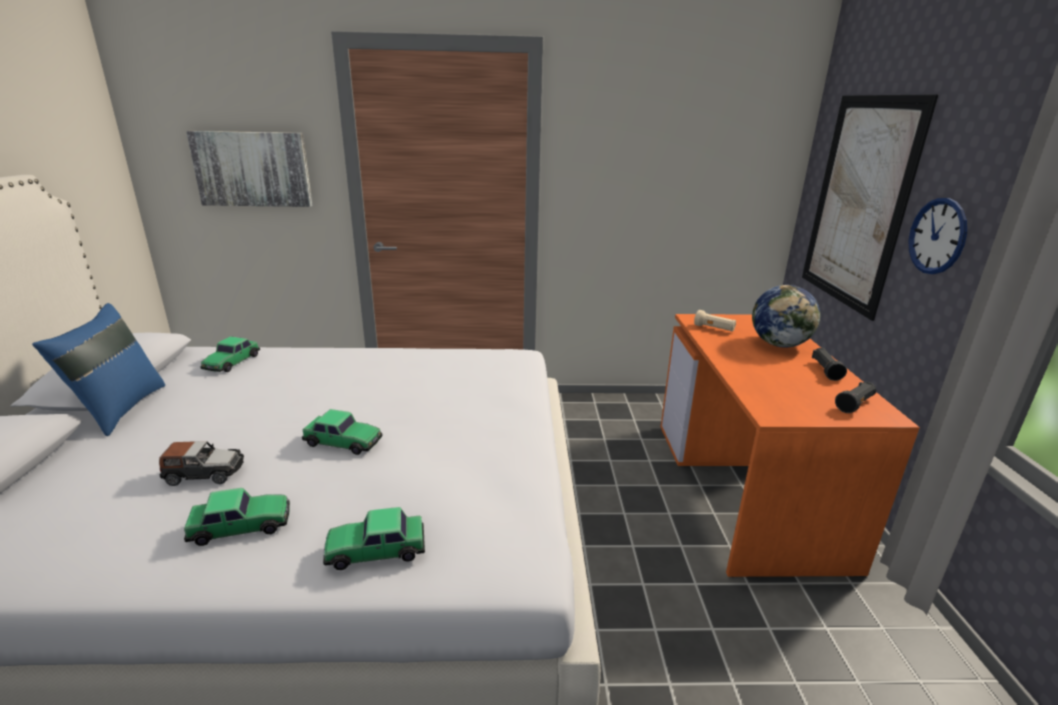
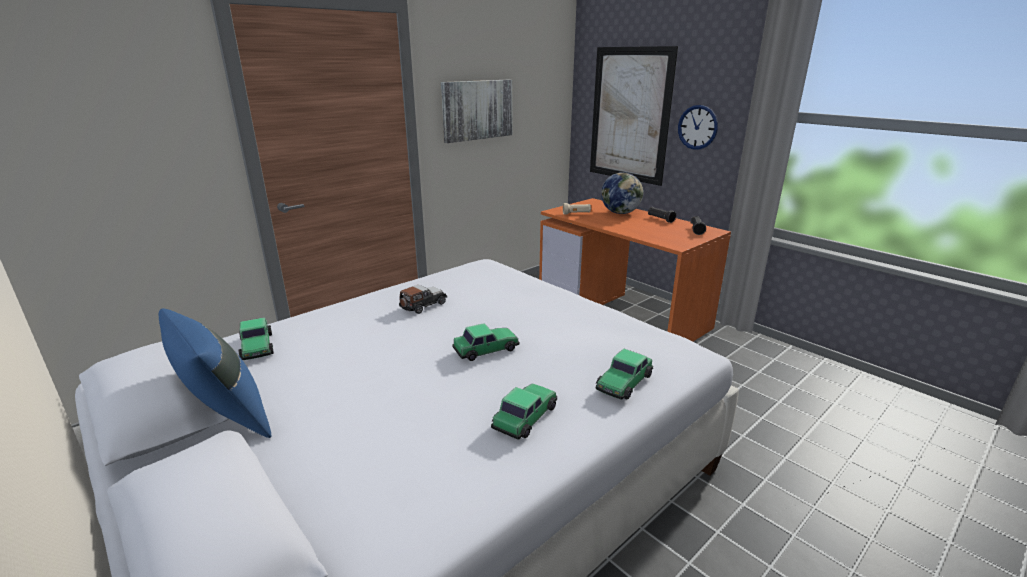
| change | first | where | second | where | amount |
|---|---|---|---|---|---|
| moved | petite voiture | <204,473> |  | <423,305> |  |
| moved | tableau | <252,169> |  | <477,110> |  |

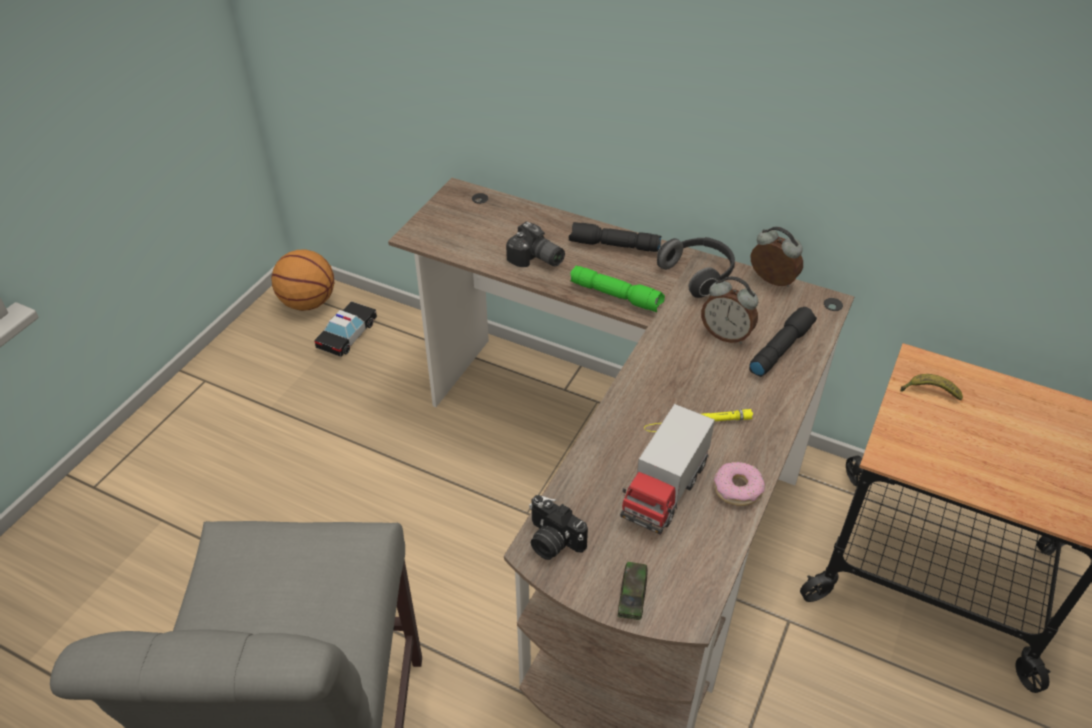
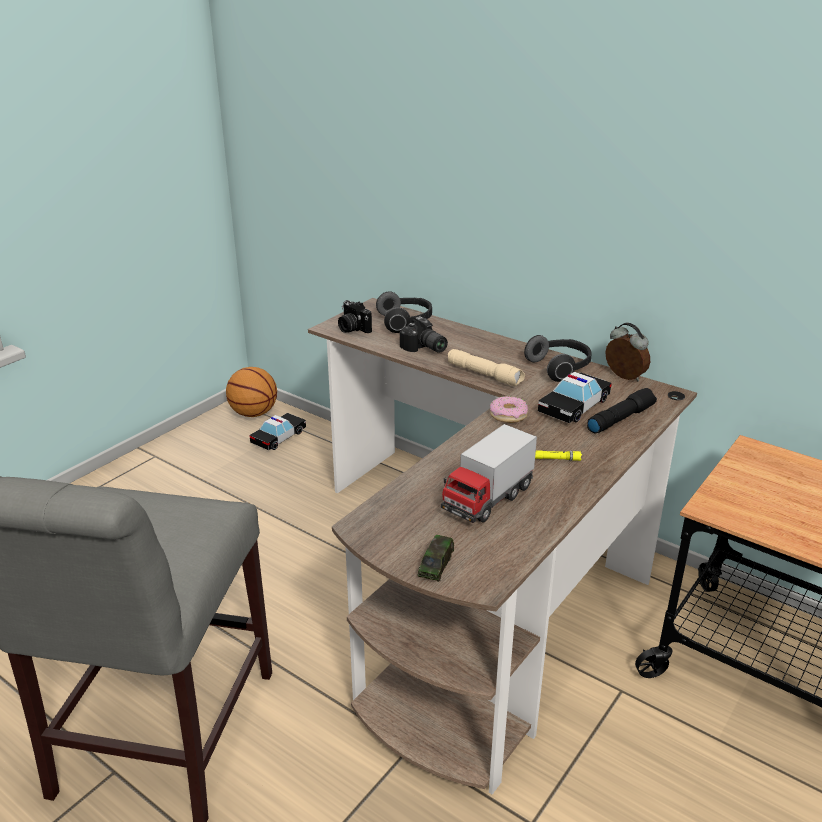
| change | first | where | second | where | amount |
|---|---|---|---|---|---|
| moved | appareil photo | <552,541> |  | <352,328> |  |
| added |  |  | casque audio | <405,322> |  |
| recoloured | lampe de poche [vert] | <617,295> | lampe de poche [beige] | <485,375> |  |
| moved | beignet | <737,489> |  | <508,415> |  |
| replaced | réveil | <726,334> | petite voiture | <574,406> |  |
| removed | lampe de poche [noir] | <613,246> |  |  |  |
| removed | banane | <929,392> |  |  |  |

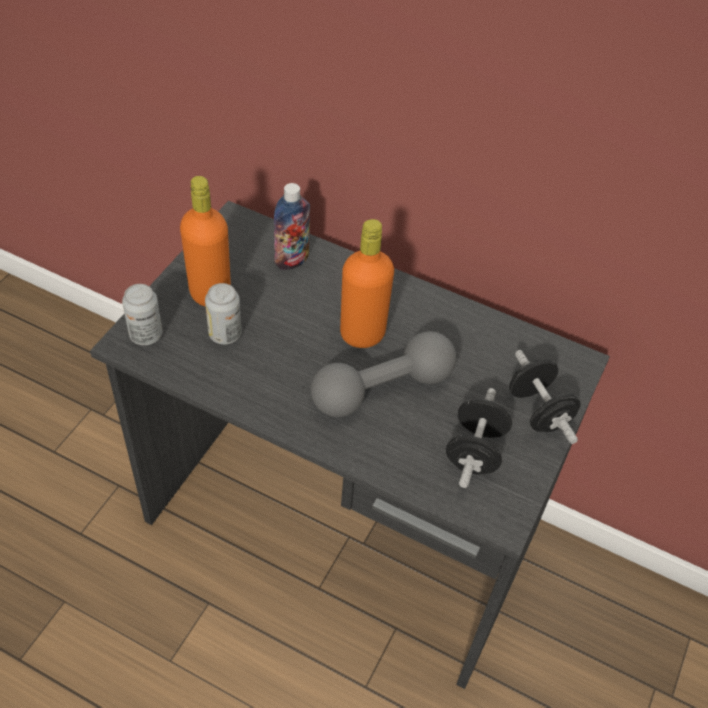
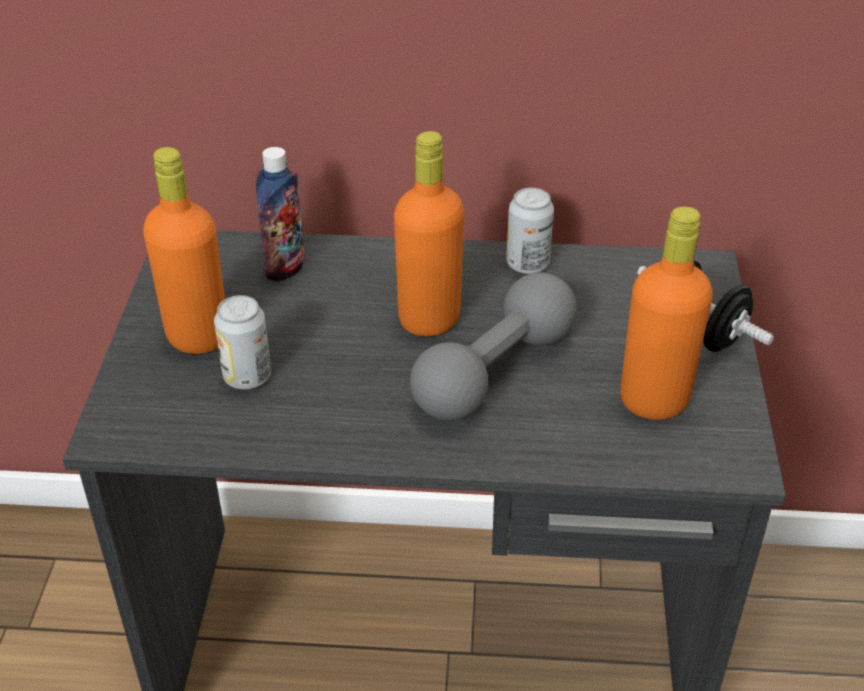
| change | first | where | second | where | amount |
|---|---|---|---|---|---|
| moved | boîte métallique | <146,335> |  | <527,264> |  |
| replaced | haltère [noir] | <475,451> | bouteille [orange] | <653,401> |  |

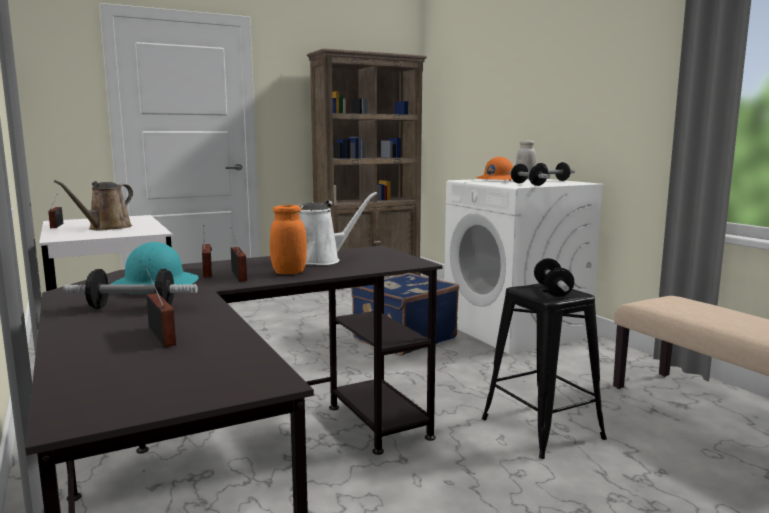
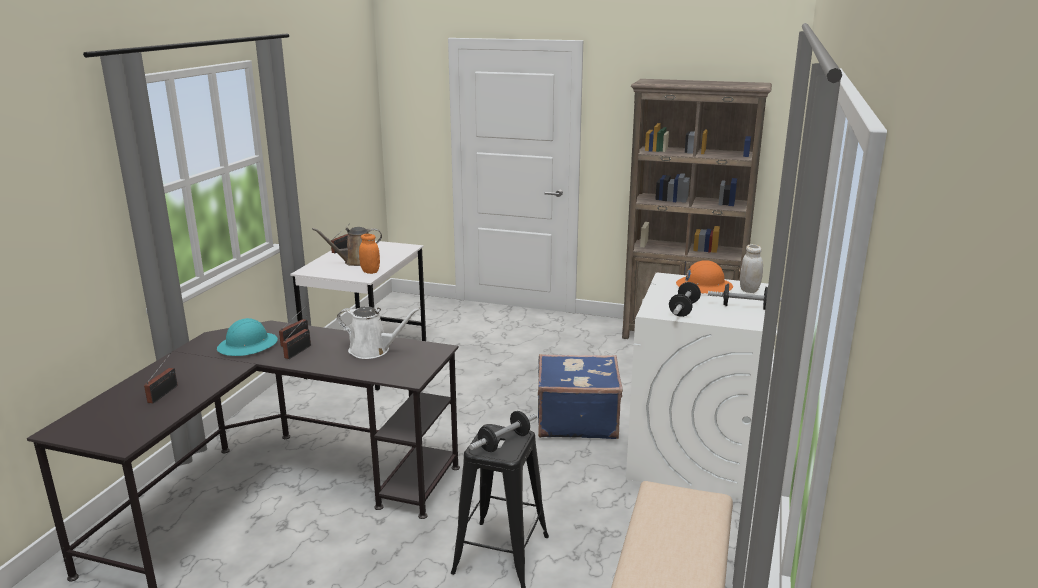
| change | first | where | second | where | amount |
|---|---|---|---|---|---|
| moved | bocal [orange] | <289,272> |  | <370,271> |  |
| removed | haltère | <132,308> |  |  |  |

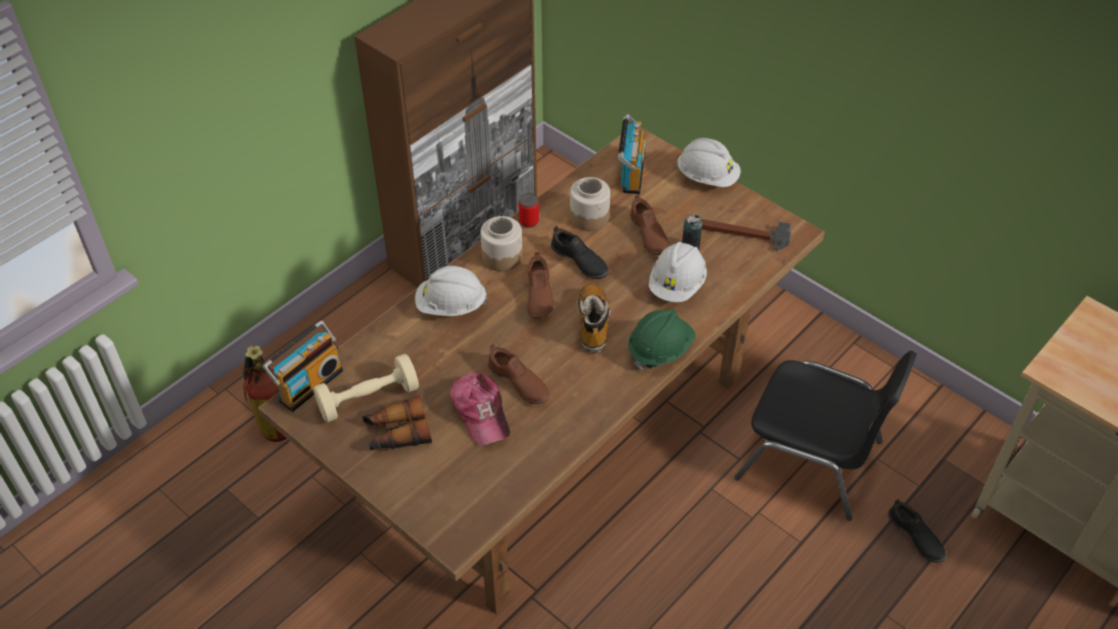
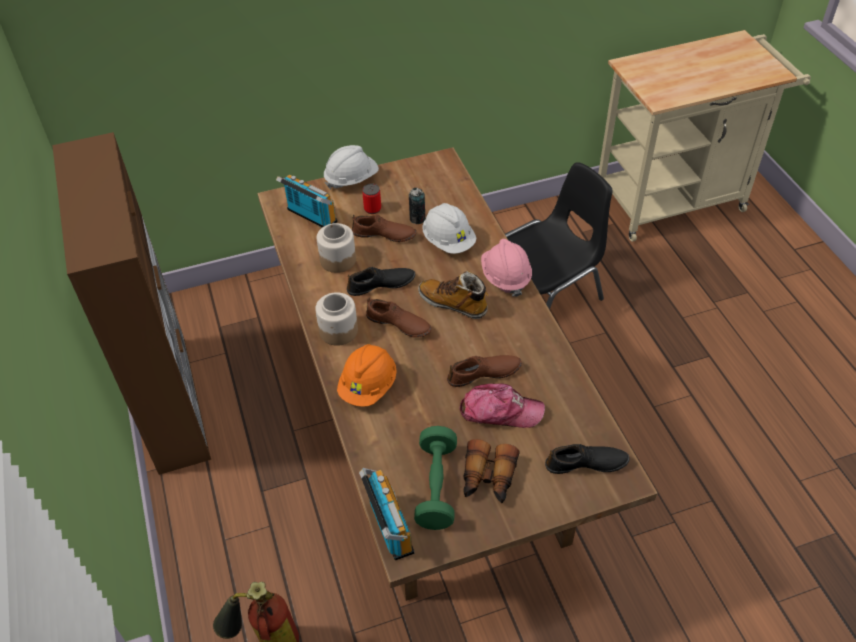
| change | first | where | second | where | amount |
|---|---|---|---|---|---|
| recoloured | casque de chantier [blanc] | <451,306> | casque de chantier [orange] | <368,386> |  |
| moved | boîte métallique | <529,221> |  | <372,209> |  |
| recoloured | haltère [beige] | <368,399> | haltère [vert] | <436,486> |  |
| recoloured | casque de chantier [vert] | <659,349> | casque de chantier [rose] | <505,277> |  |
| moved | chaussure [noir] | <915,537> |  | <586,464> |  |
| removed | marteau | <742,235> |  |  |  |

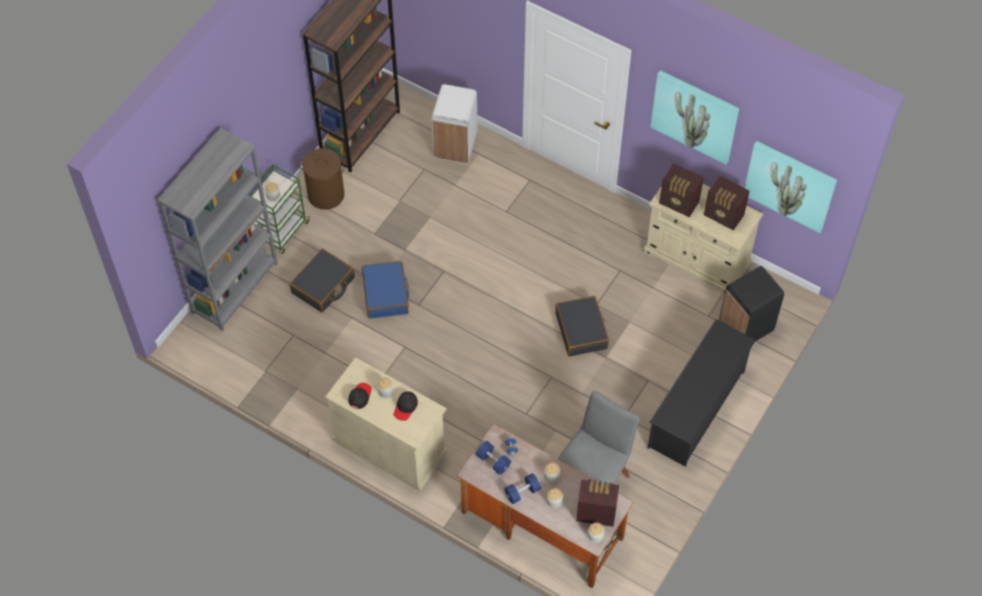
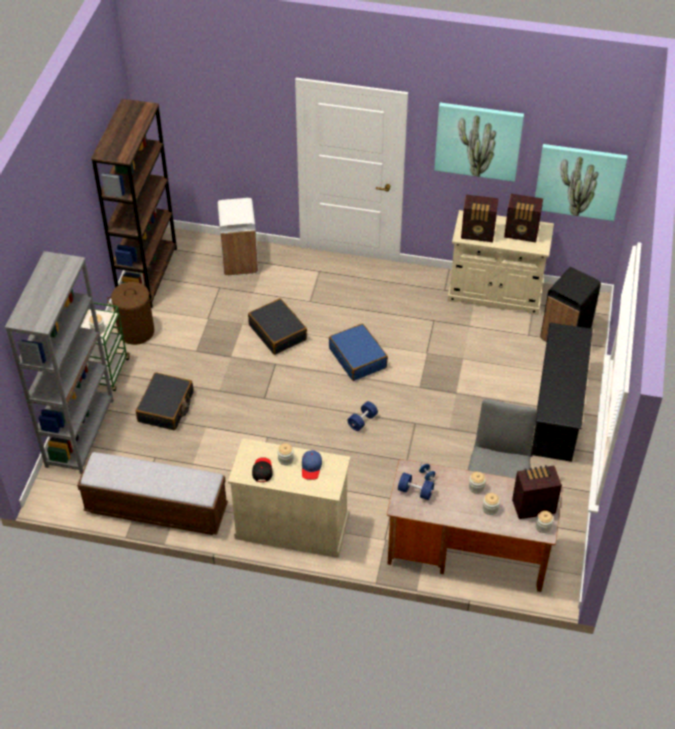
| change | first | where | second | where | amount |
|---|---|---|---|---|---|
| added |  |  | banc | <156,509> |  |
| moved | valise [noir] | <581,331> |  | <278,332> |  |
| recoloured | casquette [noir] | <405,407> | casquette [bleu] | <311,467> |  |
| moved | valise [bleu] | <386,294> |  | <358,358> |  |
| moved | haltère [bleu] | <522,492> |  | <362,421> |  |

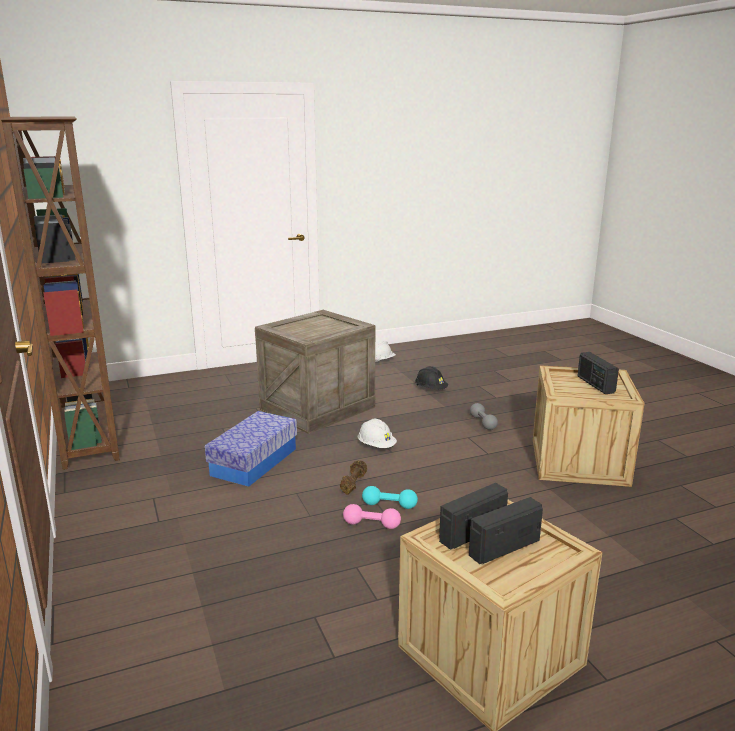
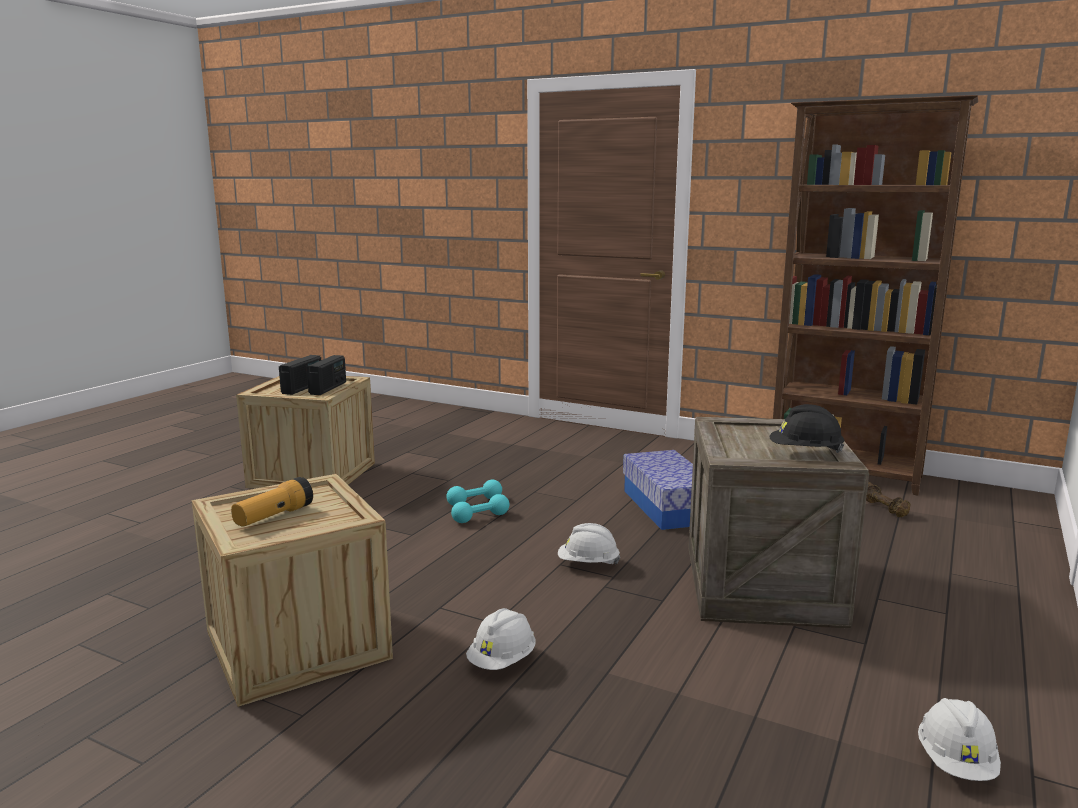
| change | first | where | second | where | amount |
|---|---|---|---|---|---|
| replaced | radio | <595,384> | lampe de poche | <274,516> |  |
| recoloured | haltère [rose] | <371,525> | haltère [turquoise] | <474,502> |  |
| replaced | haltère [gris] | <483,423> | casque de chantier [blanc] | <502,661> |  |
| moved | casque de chantier [noir] | <431,389> |  | <805,452> |  |
| moved | haltère [marron] | <353,483> |  | <883,508> |  |

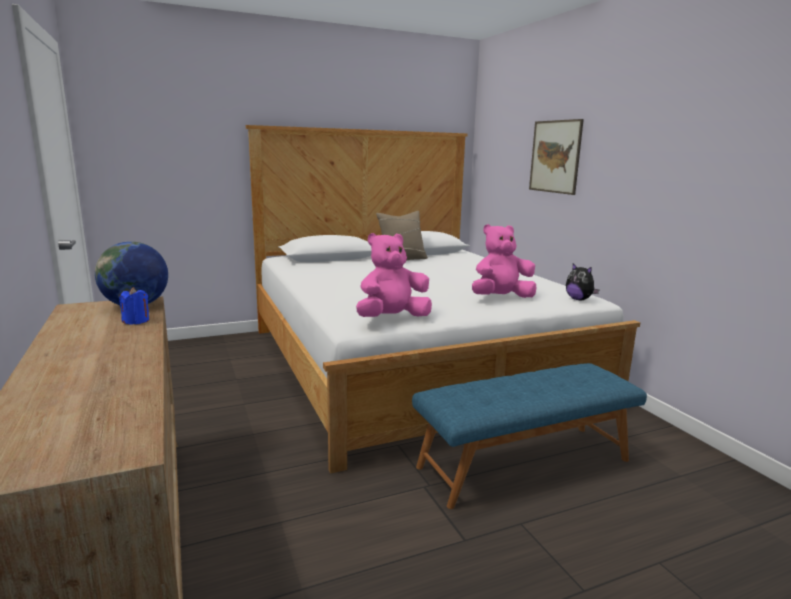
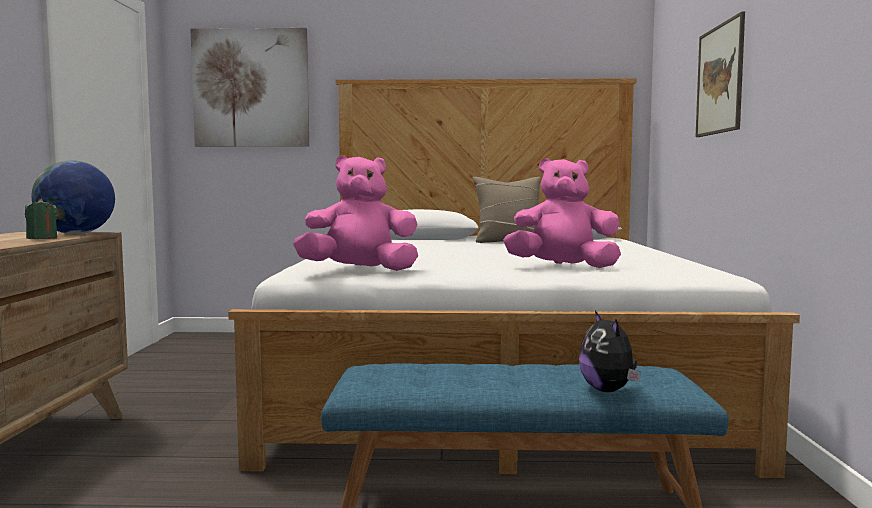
| change | first | where | second | where | amount |
|---|---|---|---|---|---|
| recoloured | bougie [bleu] | <136,321> | bougie [vert] | <42,238> |  |
| added |  |  | tableau | <251,88> |  |
| moved | peluche | <579,299> |  | <609,390> |  |

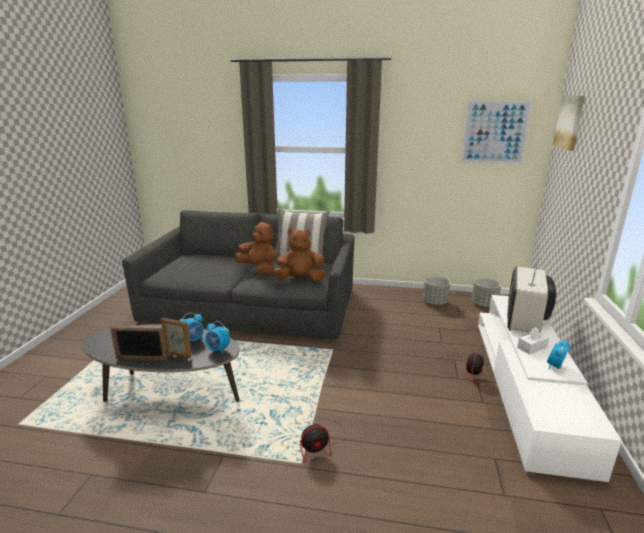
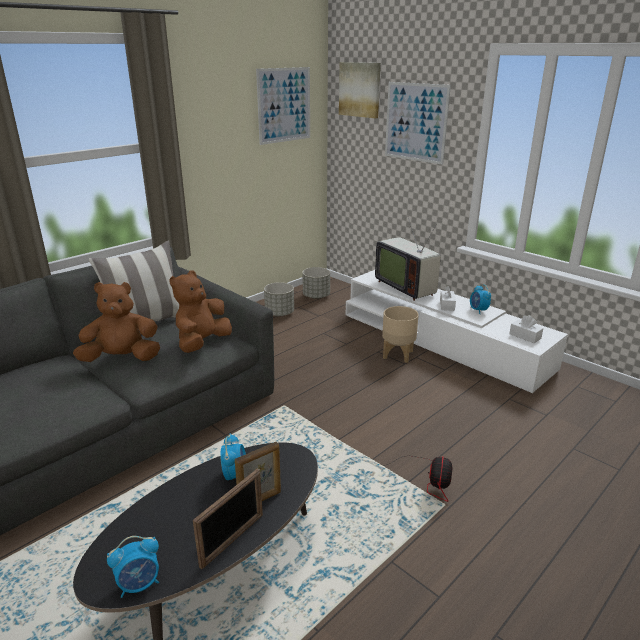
| change | first | where | second | where | amount |
|---|---|---|---|---|---|
| moved | réveil | <218,350> |  | <139,584> |  |
| replaced | ventilateur | <465,370> | cache-pot [beige] | <398,354> |  |
| added |  |  | tableau | <416,122> |  |
| added |  |  | boîte à mouchoirs [blanc] | <525,336> |  |

